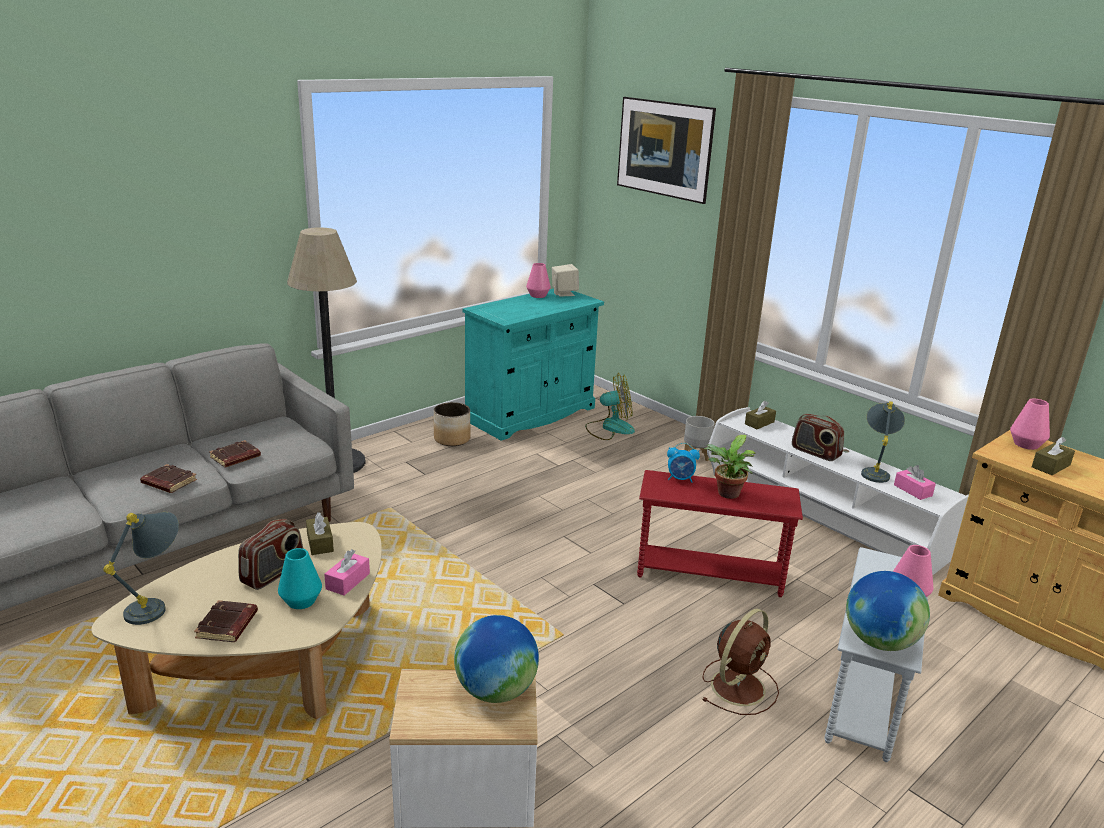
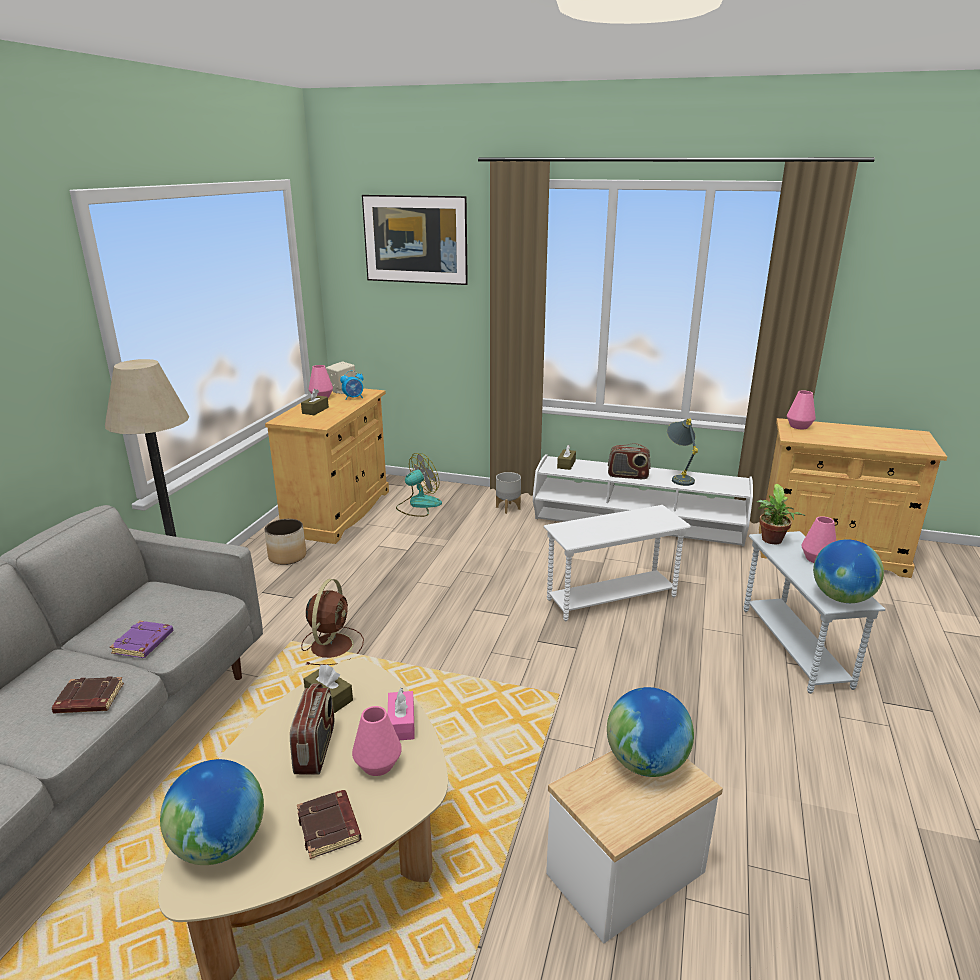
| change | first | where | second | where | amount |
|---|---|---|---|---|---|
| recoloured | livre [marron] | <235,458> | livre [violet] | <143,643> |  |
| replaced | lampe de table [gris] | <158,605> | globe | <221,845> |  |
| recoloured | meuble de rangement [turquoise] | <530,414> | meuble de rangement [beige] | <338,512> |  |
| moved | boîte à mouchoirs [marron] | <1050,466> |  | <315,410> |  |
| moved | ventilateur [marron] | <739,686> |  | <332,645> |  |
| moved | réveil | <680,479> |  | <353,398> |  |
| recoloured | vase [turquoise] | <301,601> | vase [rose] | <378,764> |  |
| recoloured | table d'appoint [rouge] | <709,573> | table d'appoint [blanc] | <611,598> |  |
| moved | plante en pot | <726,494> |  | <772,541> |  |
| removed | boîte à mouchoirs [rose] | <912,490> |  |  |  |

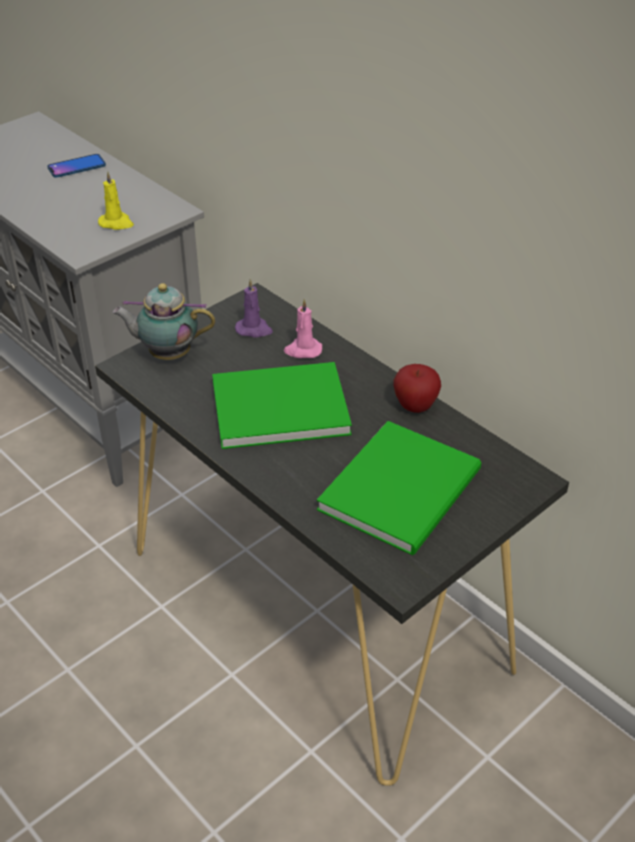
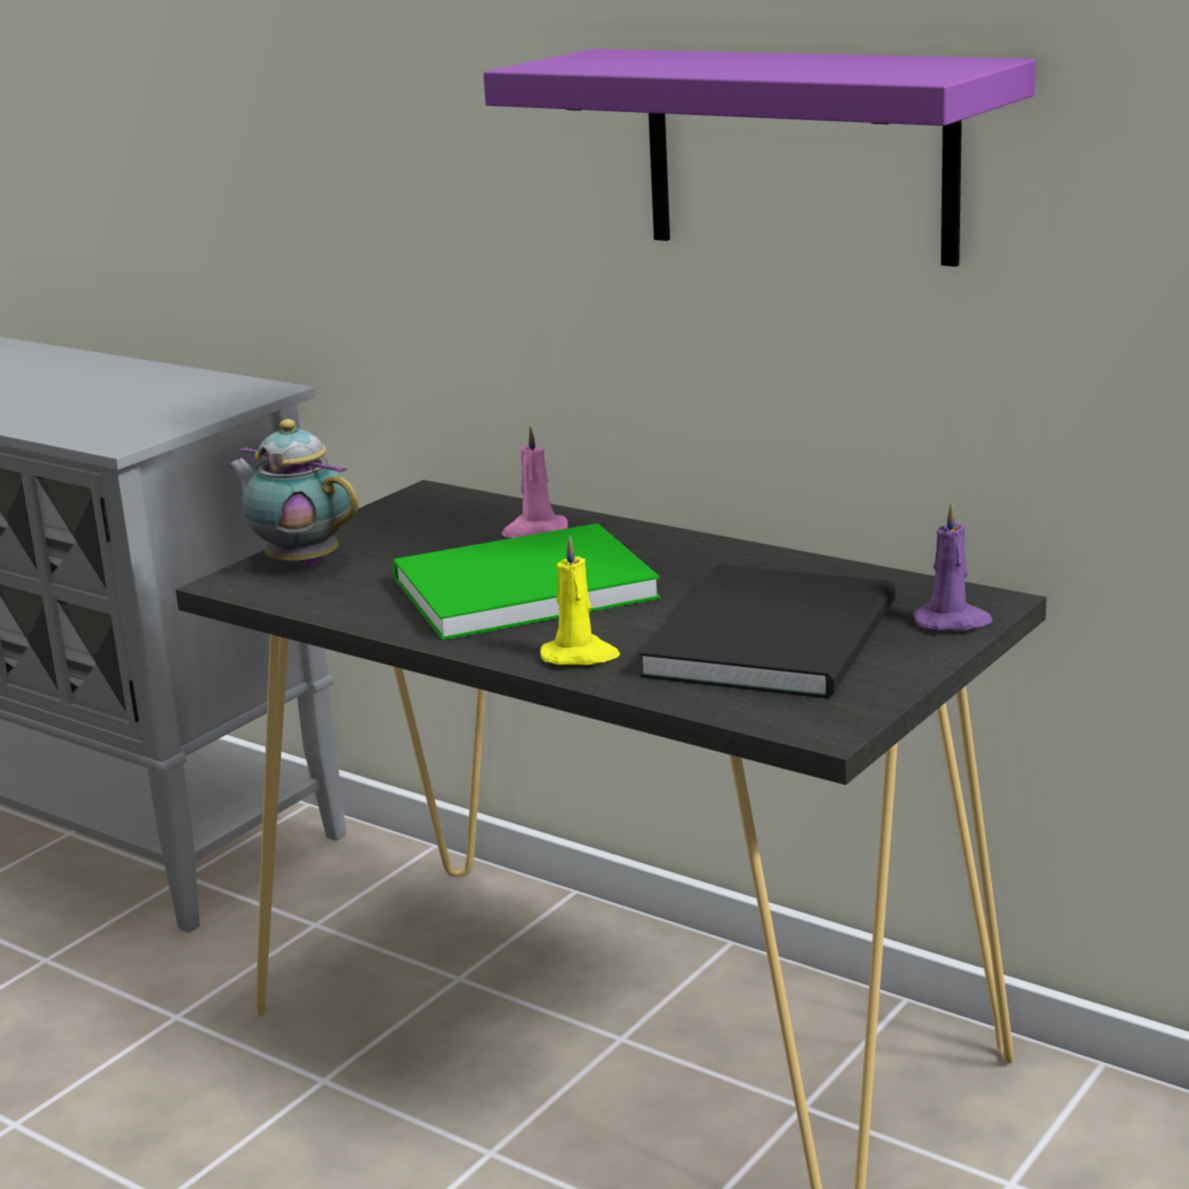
| change | first | where | second | where | amount |
|---|---|---|---|---|---|
| turned | théière | <167,354> |  | <300,562> | 45 degrees clockwise |
| added |  |  | étagère [violet] | <799,154> |  |
| moved | bougie [jaune] | <116,223> |  | <580,656> |  |
| recoloured | livre [vert] | <405,488> | livre [noir] | <780,636> |  |
| moved | bougie [violet] | <254,329> |  | <953,622> |  |
| removed | téléphone | <76,167> |  |  |  |
| removed | pomme | <415,407> |  |  |  |

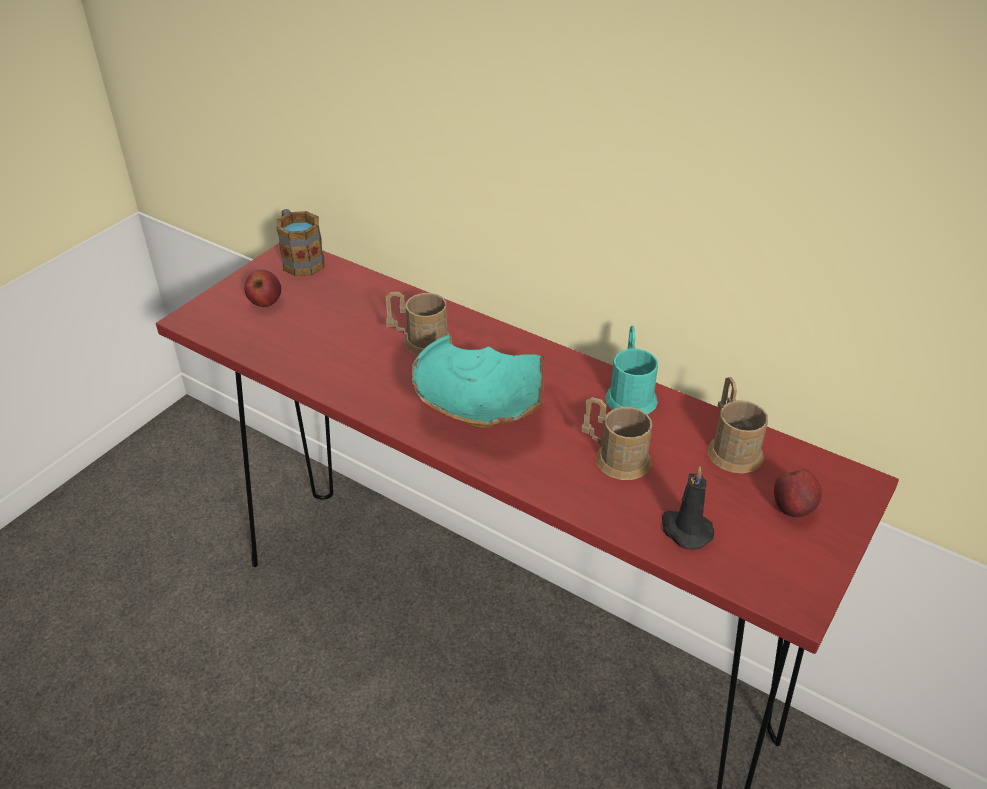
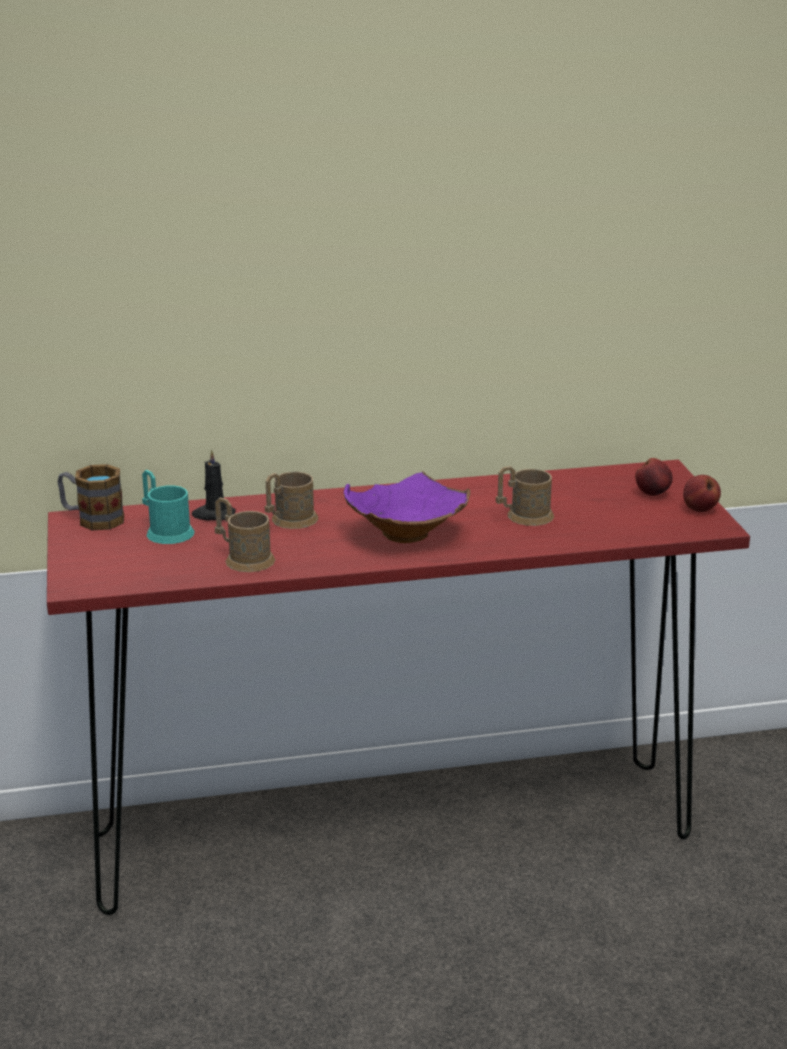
| change | first | where | second | where | amount |
|---|---|---|---|---|---|
| moved | mug [turquoise] | <630,393> |  | <165,531> |  |
| moved | bougie [noir] | <685,530> |  | <213,515> |  |
| moved | mug [marron] | <731,447> |  | <243,558> |  |
| recoloured | bol [turquoise] | <480,415> | bol [violet] | <407,535> |  |
| moved | pomme | <265,303> |  | <699,509> |  |

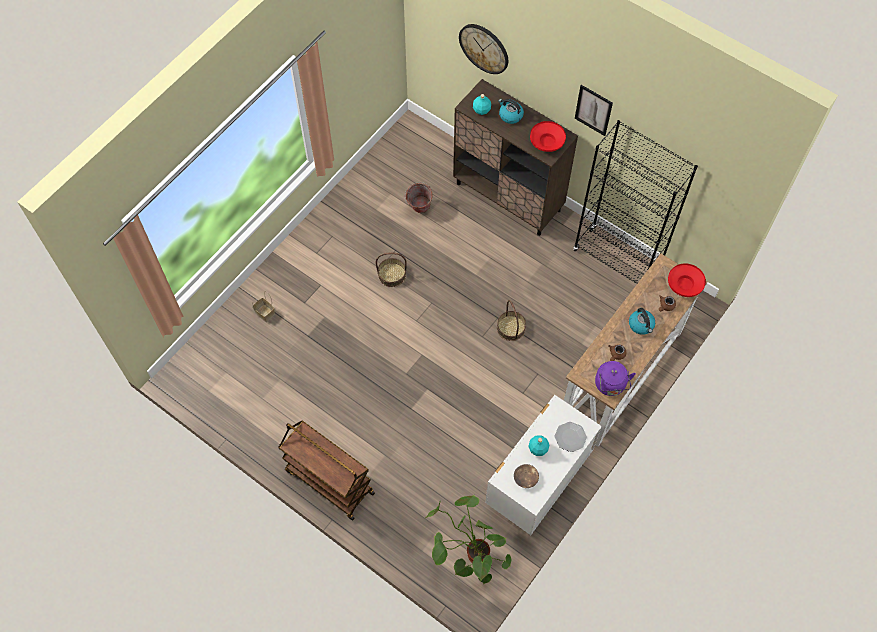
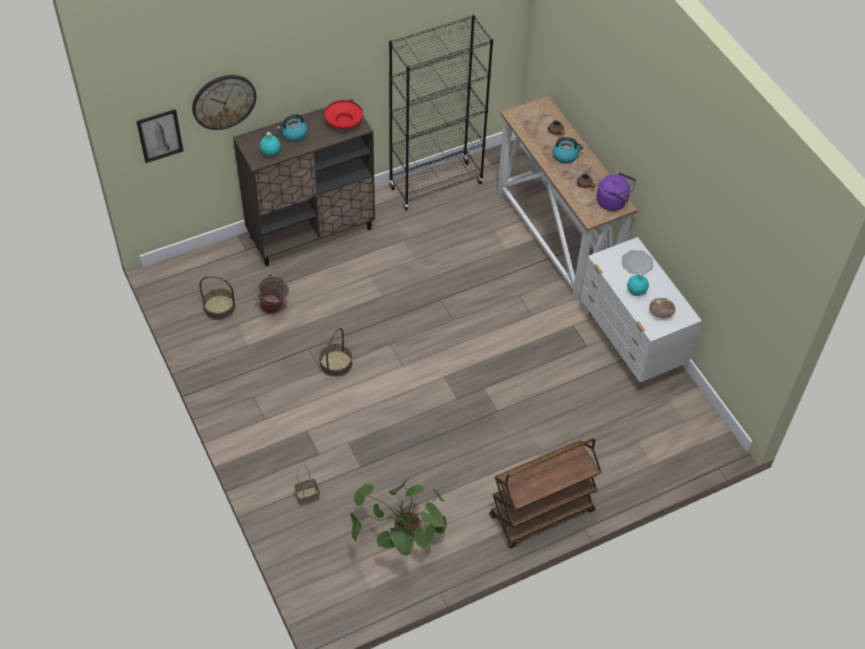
| change | first | where | second | where | amount |
|---|---|---|---|---|---|
| moved | tableau | <593,110> |  | <160,135> |  |
| moved | panier | <511,328> |  | <219,307> |  |
| moved | plante en pot | <467,554> |  | <400,542> |  |
| removed | bol [rouge] | <684,285> |  |  |  |

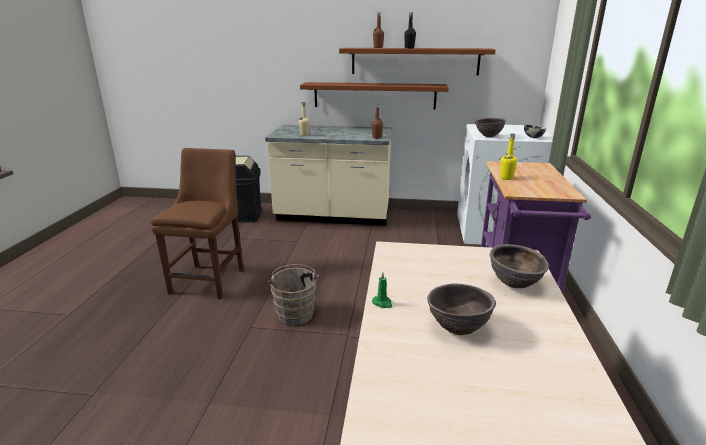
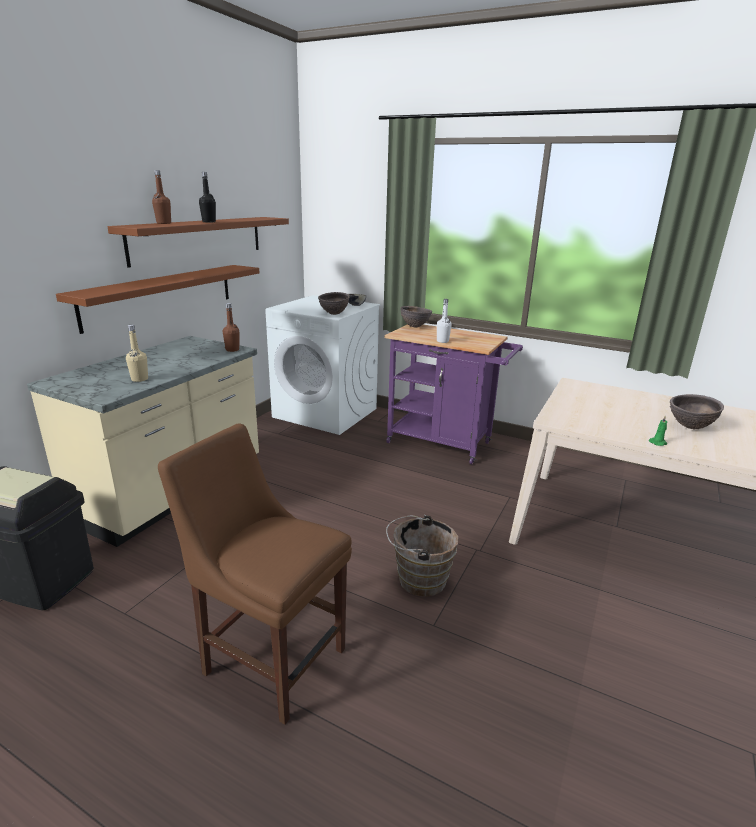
| change | first | where | second | where | amount |
|---|---|---|---|---|---|
| moved | bol [marron] | <514,285> |  | <415,326> |  |
| recoloured | bouteille [jaune] | <506,178> | bouteille [blanc] | <442,341> |  |

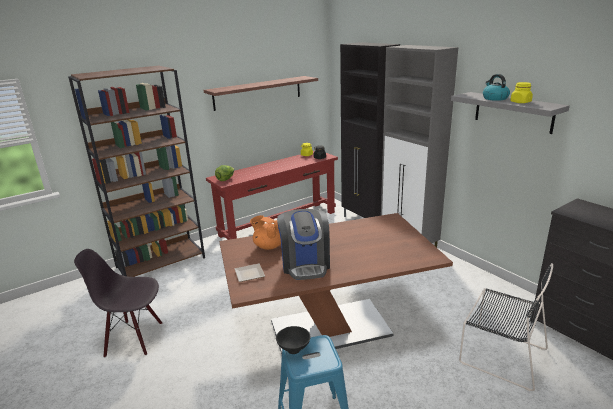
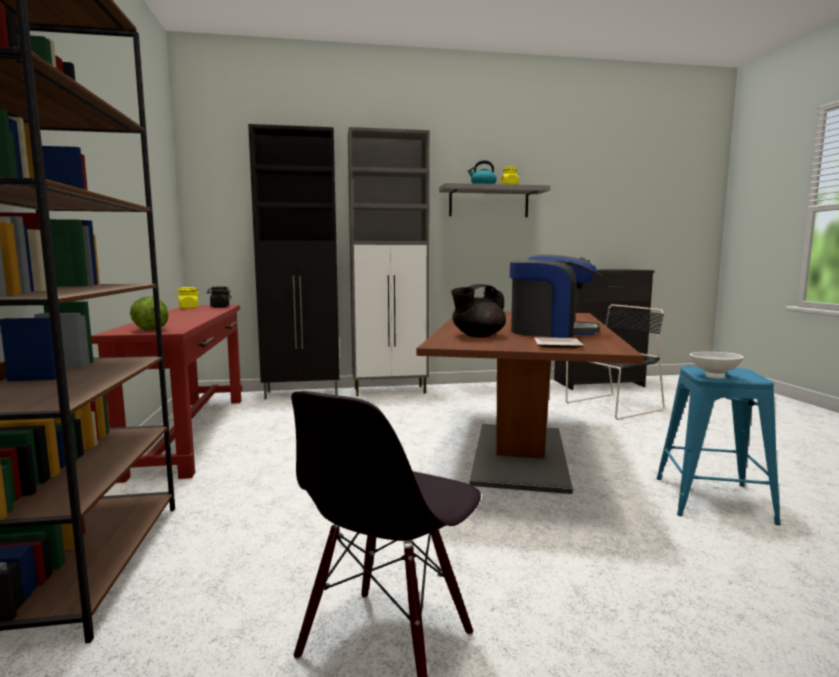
| change | first | where | second | where | amount |
|---|---|---|---|---|---|
| recoloured | théière [orange] | <269,246> | théière [noir] | <477,336> |  |
| recoloured | bol [noir] | <293,349> | bol [blanc] | <713,376> |  |
| removed | étagère | <258,92> |  |  |  |

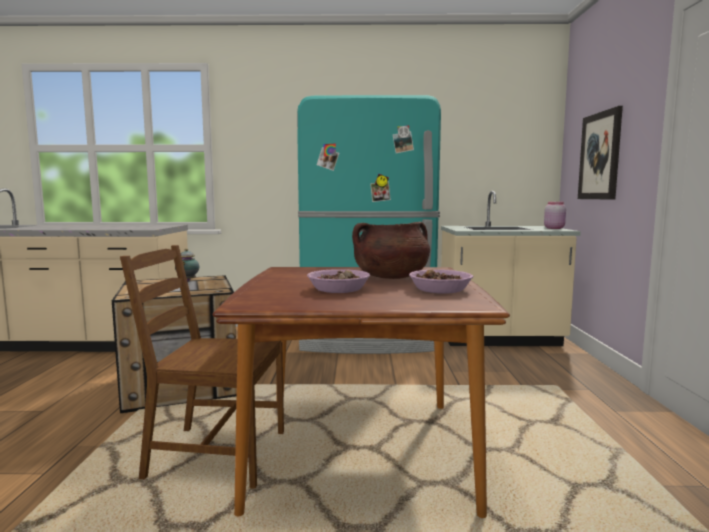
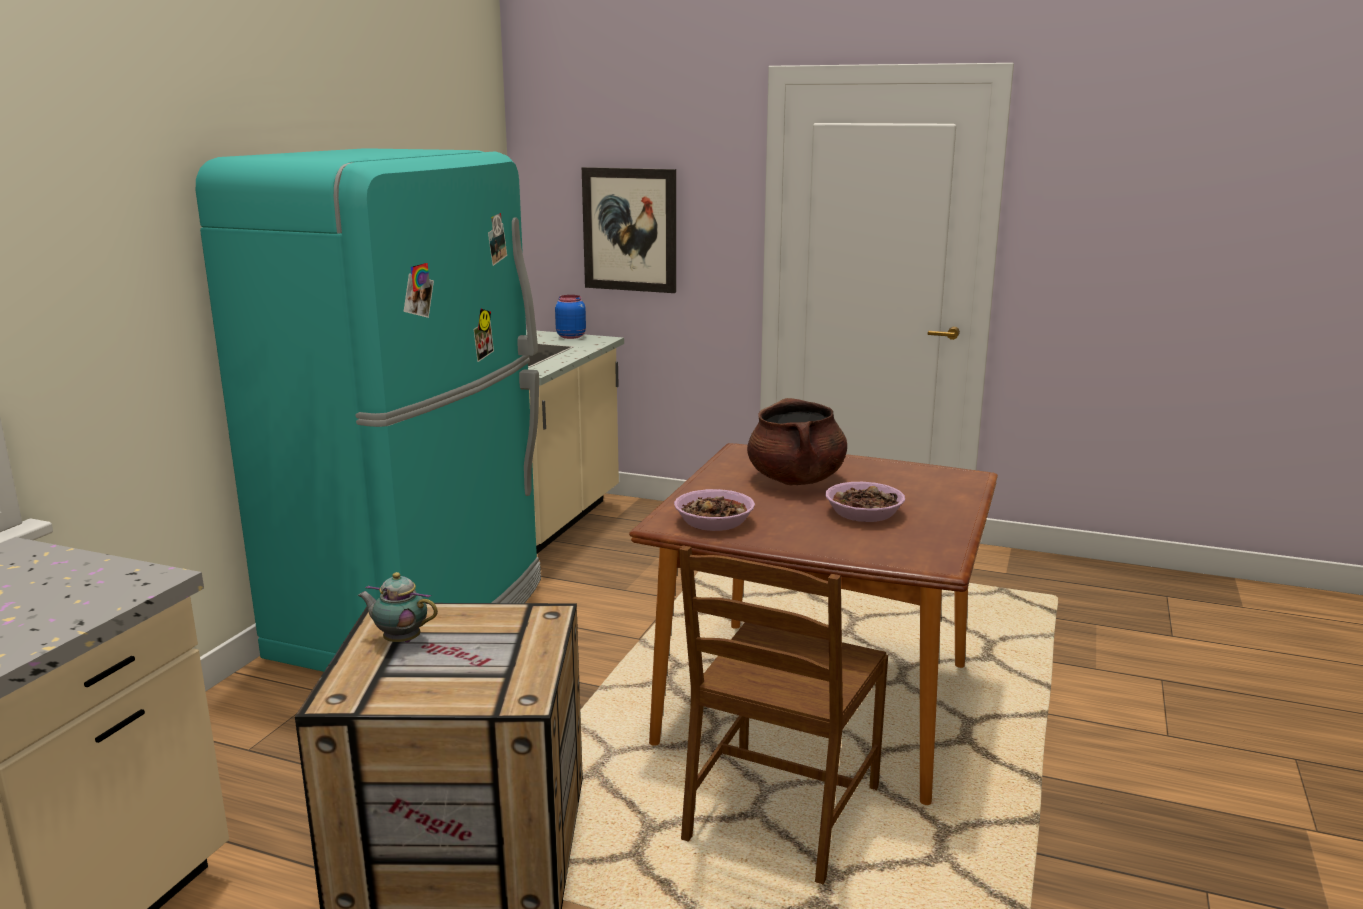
| change | first | where | second | where | amount |
|---|---|---|---|---|---|
| recoloured | bocal [rose] | <554,228> | bocal [bleu] | <570,336> |  |
| moved | bol | <439,290> |  | <714,522> |  |

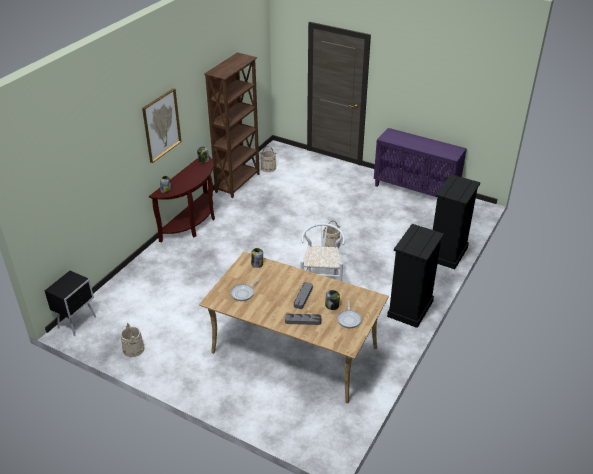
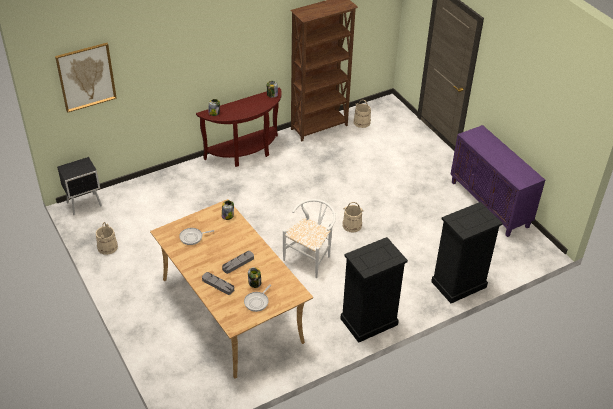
| change | first | where | second | where | amount |
|---|---|---|---|---|---|
| moved | tableau | <161,125> |  | <86,77> |  |

